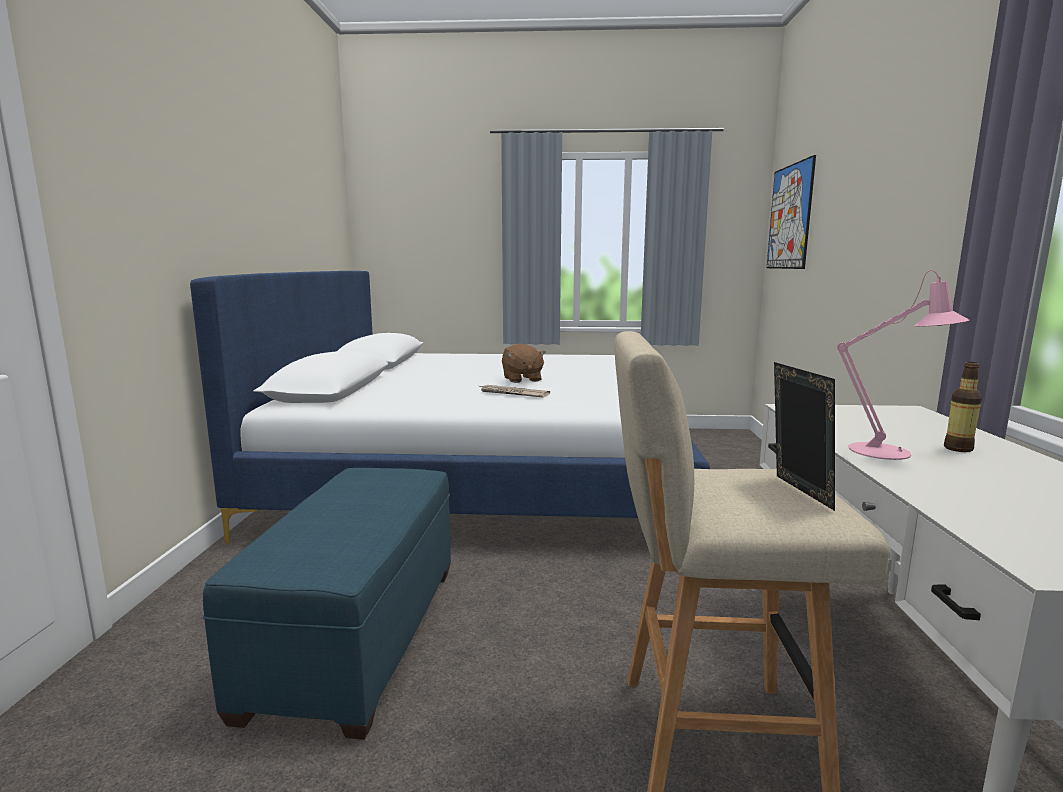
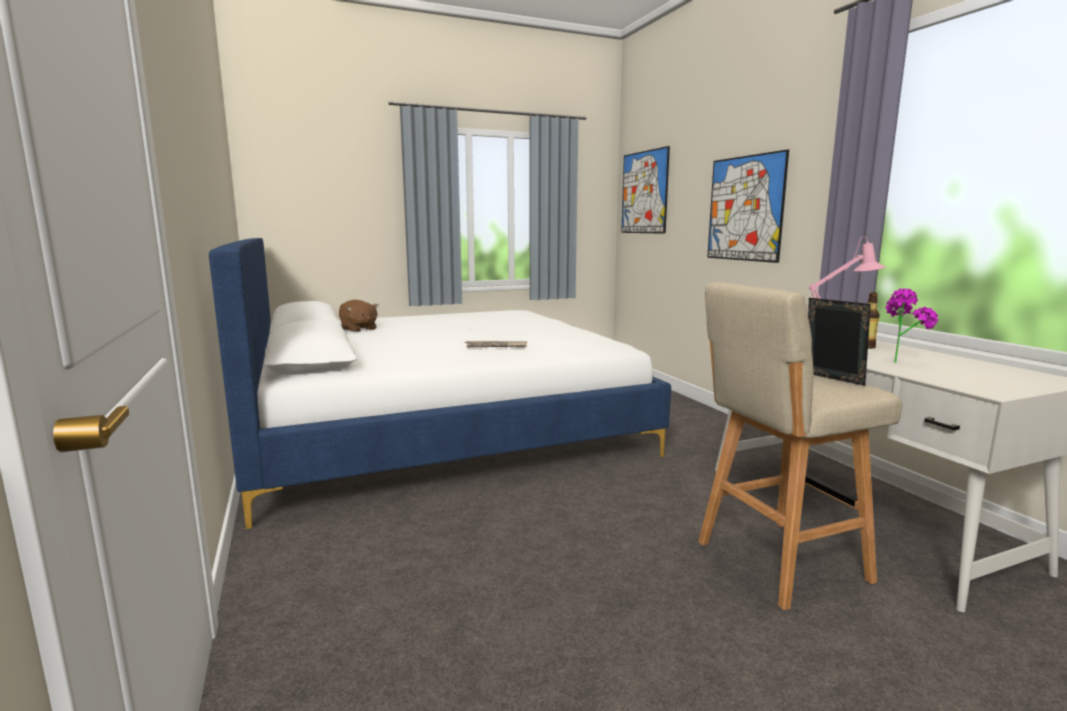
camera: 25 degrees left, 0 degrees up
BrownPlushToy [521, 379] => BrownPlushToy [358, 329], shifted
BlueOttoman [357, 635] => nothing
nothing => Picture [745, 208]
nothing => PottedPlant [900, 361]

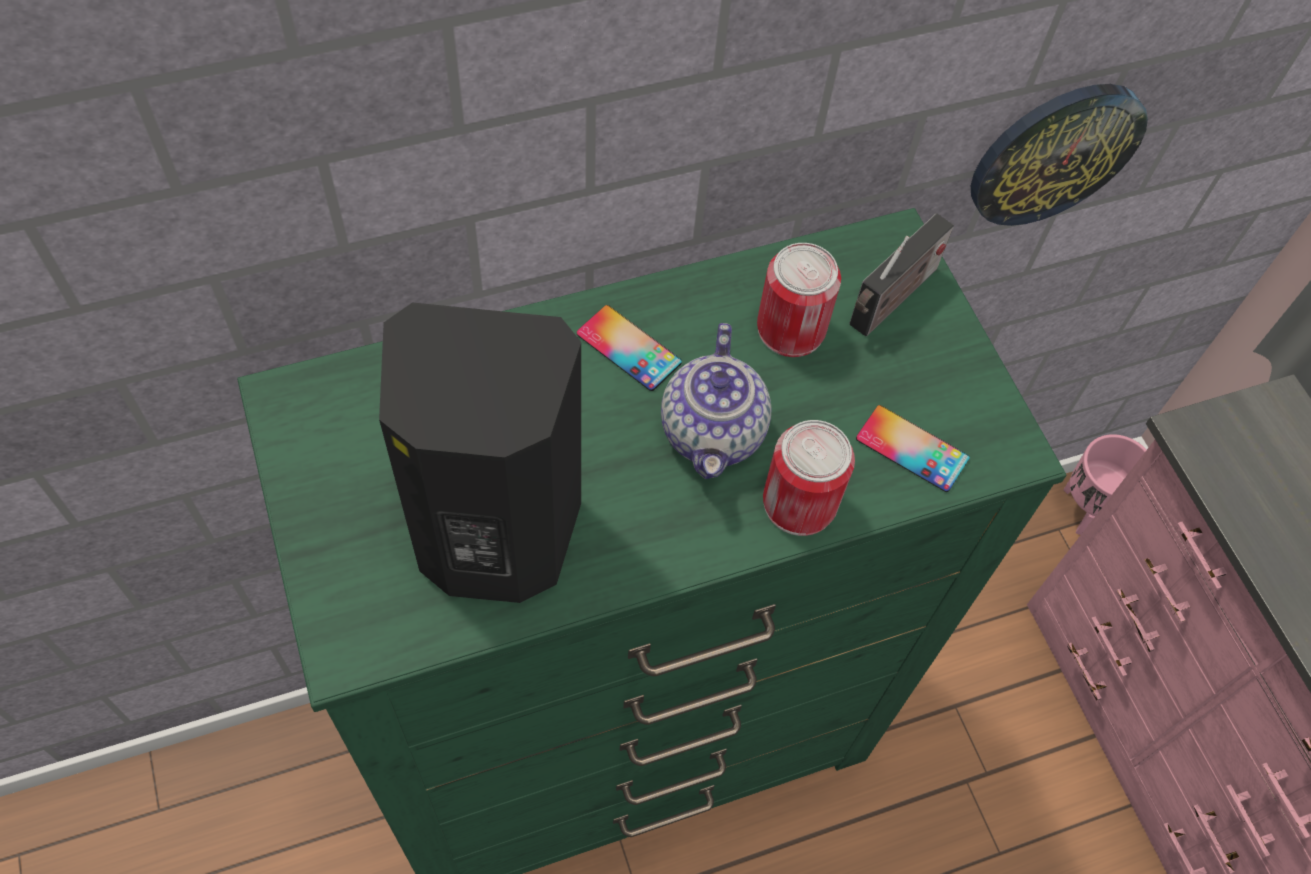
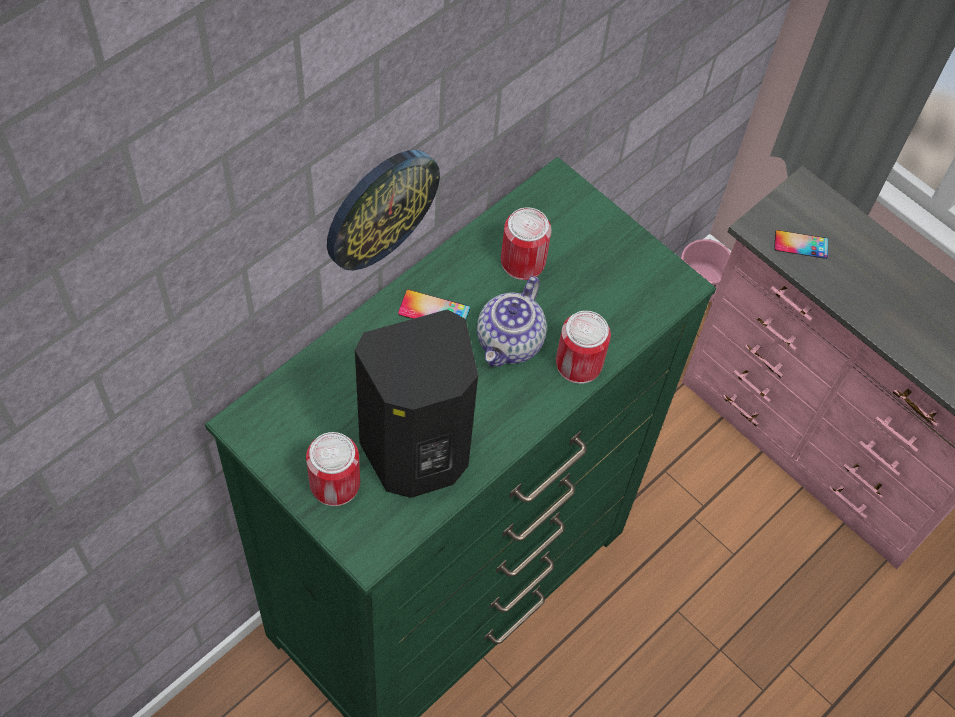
camera: 25 degrees left, 0 degrees up
WallClock [1054, 153] => WallClock [380, 207], shifted
Radio [891, 301] => nothing
Teapot [714, 433] => Teapot [510, 343], 45 degrees clockwise
Phone [912, 448] => Phone [801, 244], shifted
nothing => Can [335, 484]

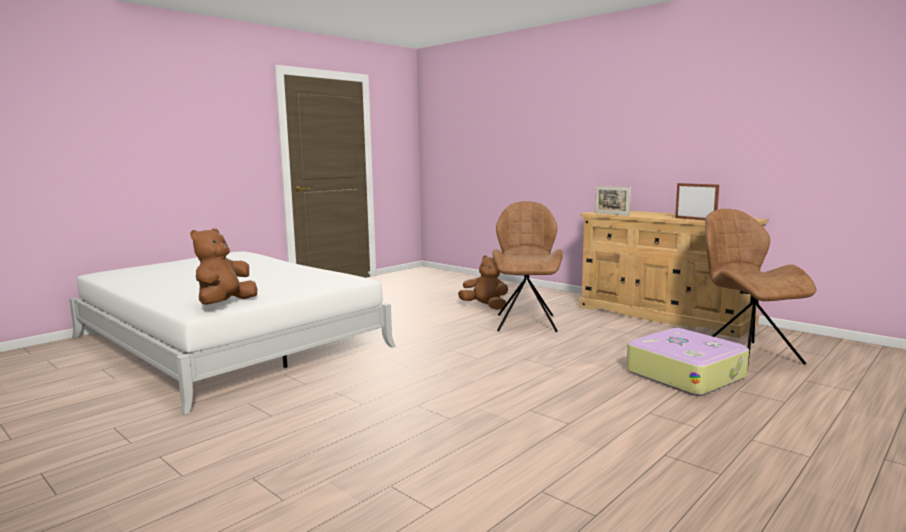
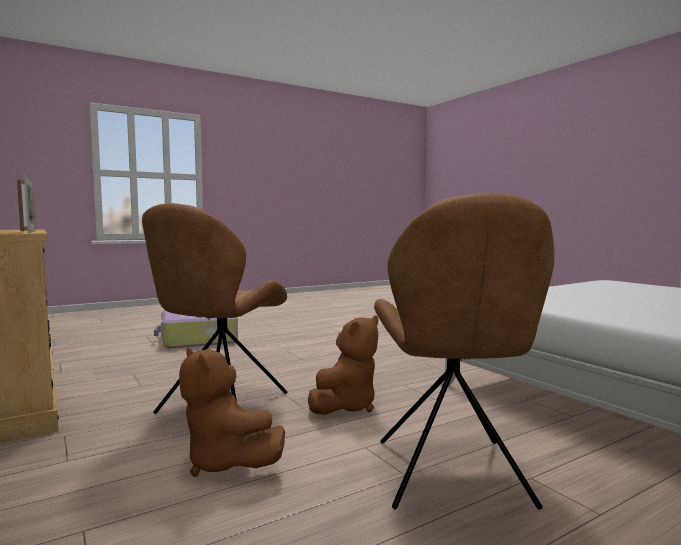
camera: 165 degrees left, 5 degrees down
BrownChair [746, 355] => BrownChair [452, 476], shifted
BrownPlushToy [225, 304] => BrownPlushToy [346, 406], shifted

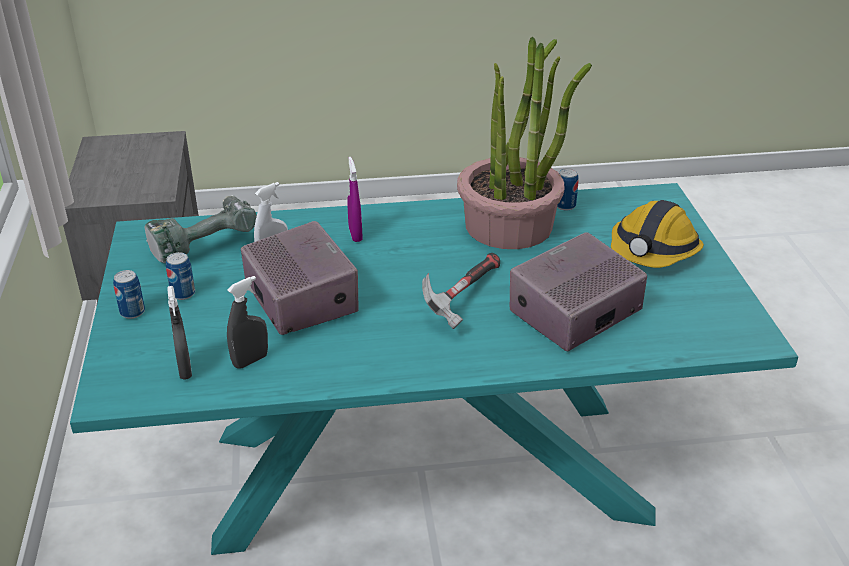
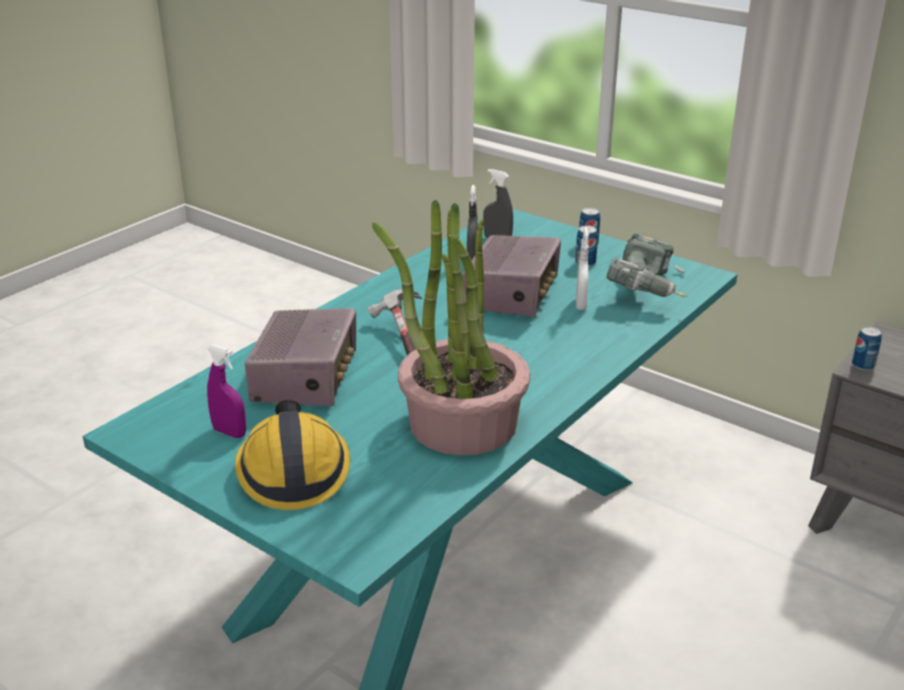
camera: 135 degrees right, 5 degrees down
PurpleSprayBottle [355, 234] => PurpleSprayBottle [229, 432], shifted
Can [565, 206] => Can [863, 365], shifted
Radio [301, 298] => Radio [512, 294], 90 degrees counterclockwise

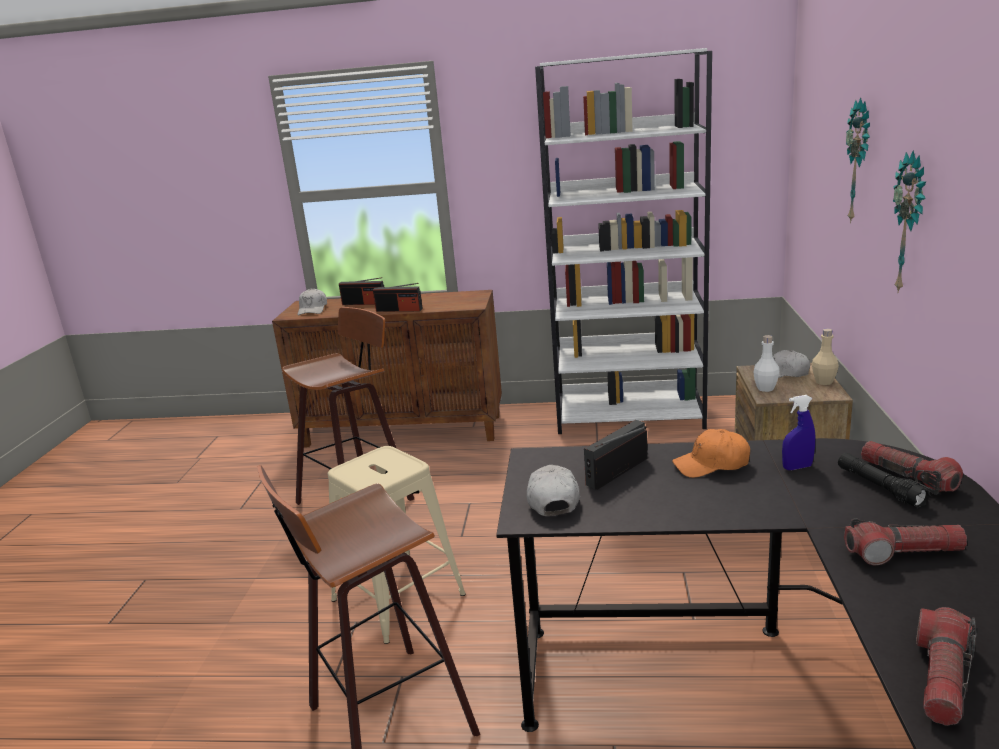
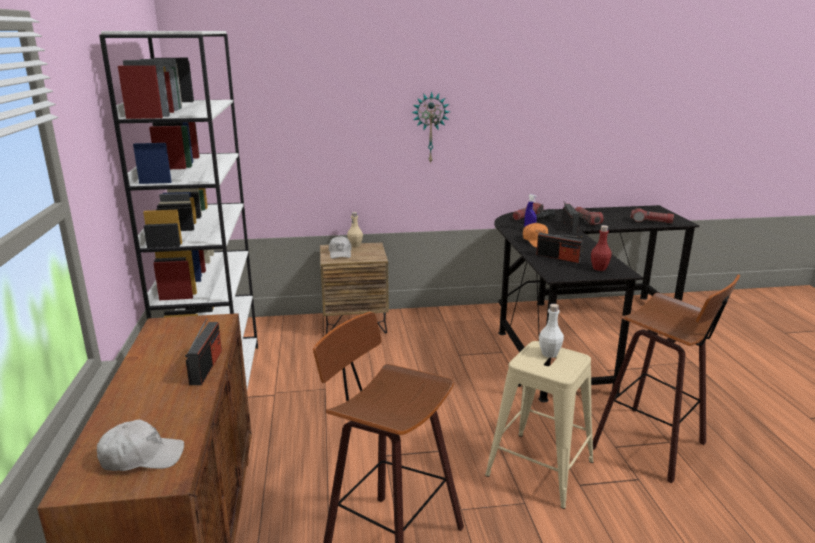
camera: 105 degrees left, 0 degrees up
WallClock [861, 161] => nothing
Radio [364, 303] => Radio [569, 227], shifted
WhiteBottle [765, 388] => WhiteBottle [549, 354], shifted
WhiteCap [552, 499] => RedBottle [599, 268]

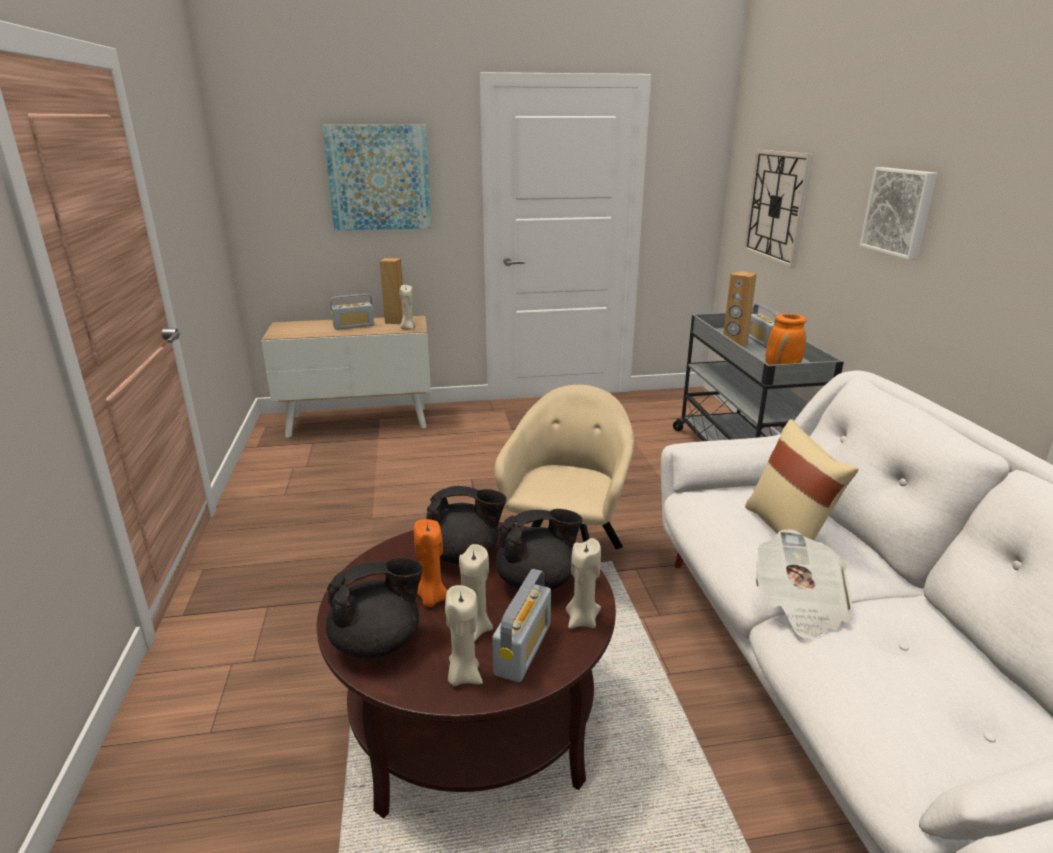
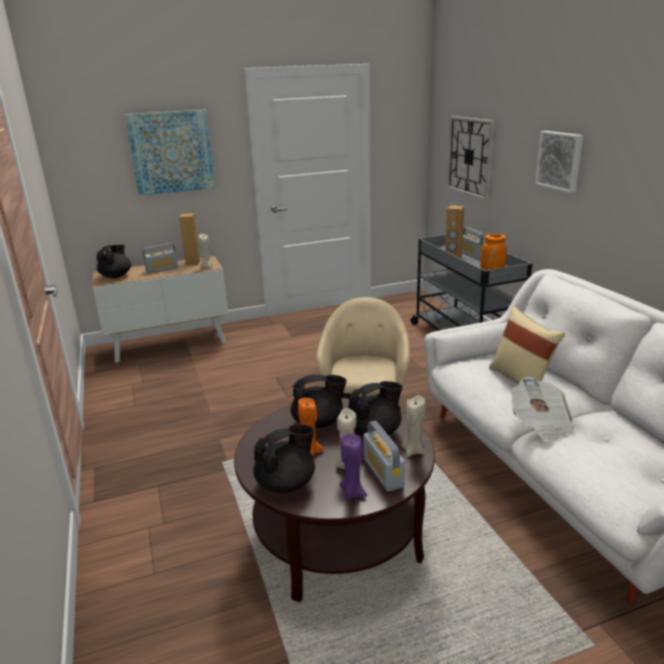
camera: 10 degrees left, 0 degrees up
Radio [523, 649] => Radio [383, 472], 150 degrees clockwise
BeigeCandle [463, 675] => PurpleCandle [352, 493]
nothing => BlackTeapot [116, 276]

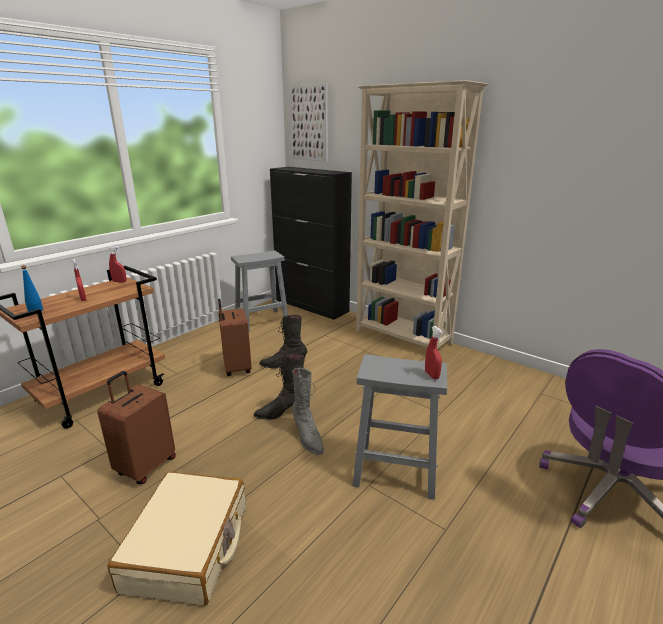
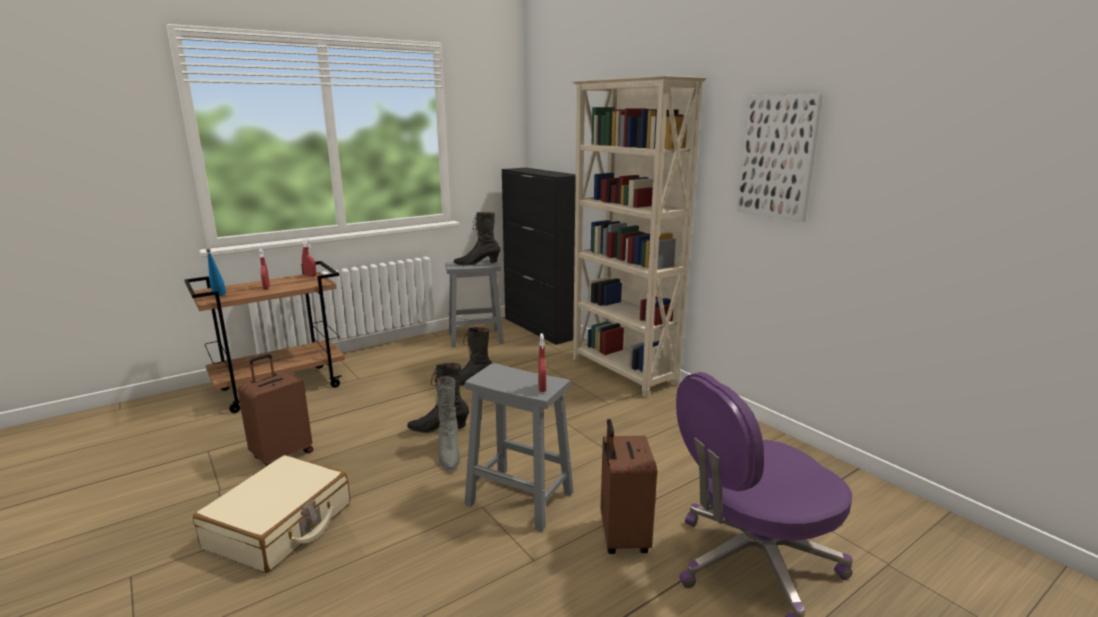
camera: 15 degrees right, 5 degrees down
Picture [310, 123] => Picture [777, 157], shifted
BrownSuitcase [236, 368] => BrownSuitcase [622, 537], shifted
nothing => BlackBoot [477, 264]

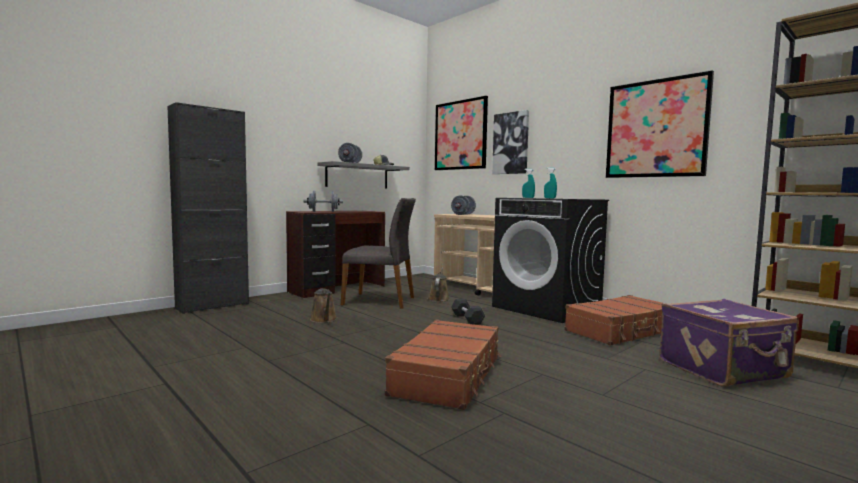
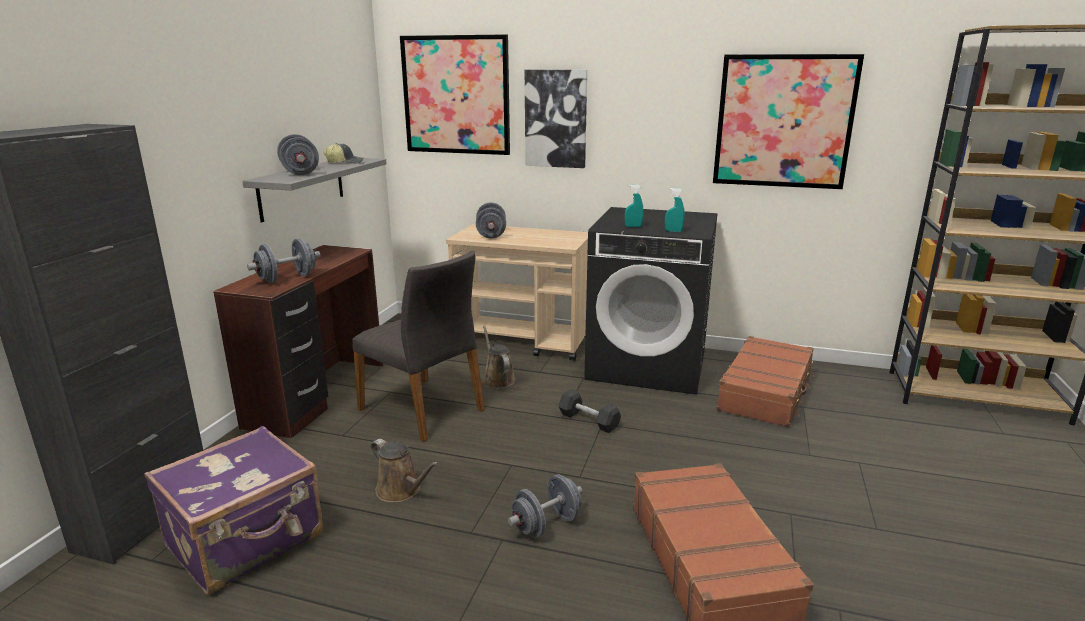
camera: 30 degrees left, 15 degrees up
GreyChair [380, 301] => GreyChair [424, 409], 60 degrees clockwise
PurpleSuitcase [724, 370] => PurpleSuitcase [247, 541], shifted
nothing => GreyDumbbell [546, 524]

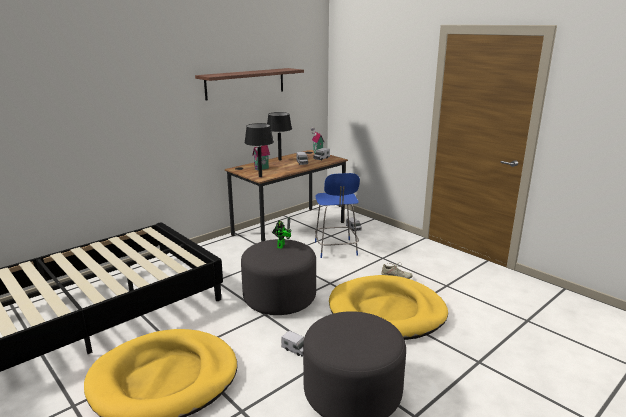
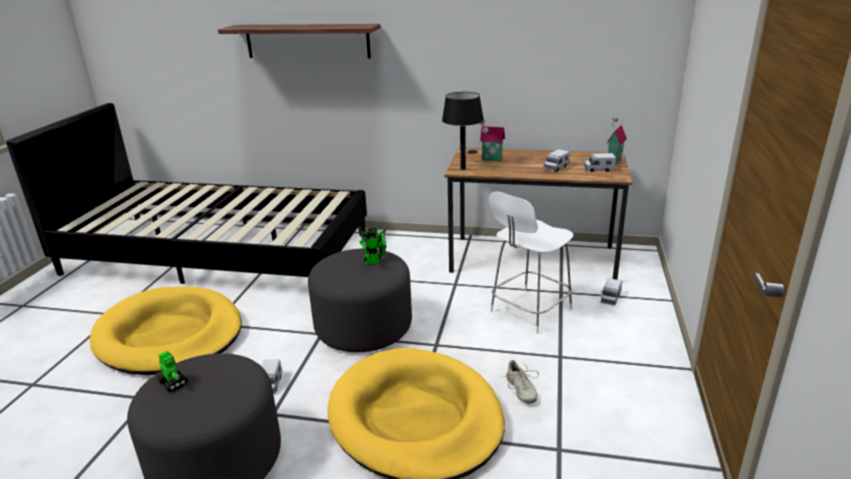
camera: 55 degrees right, 5 degrees up
Shelf [245, 83] => Shelf [307, 41], shifted
BlackTableLamp [280, 160] => nothing
BlueChair [336, 249] => WhiteChair [529, 311]
nothing => ToyRobot [173, 382]

